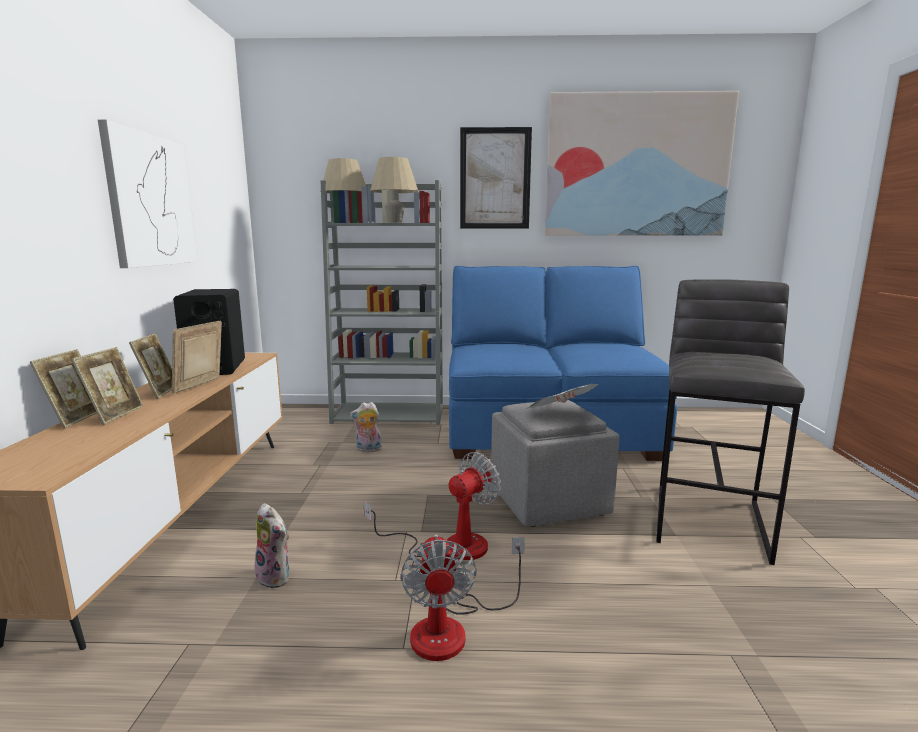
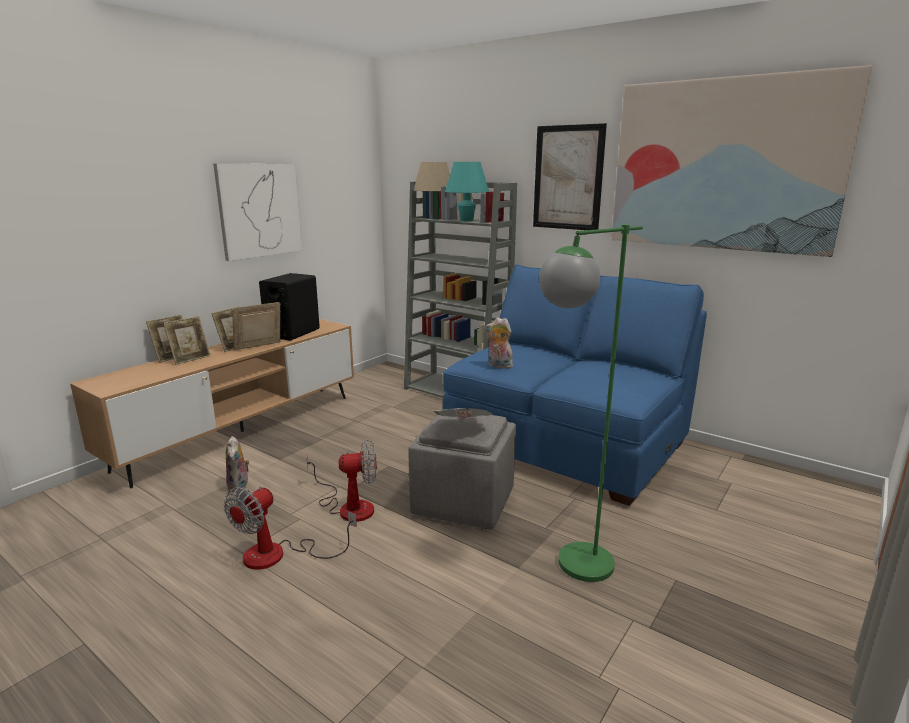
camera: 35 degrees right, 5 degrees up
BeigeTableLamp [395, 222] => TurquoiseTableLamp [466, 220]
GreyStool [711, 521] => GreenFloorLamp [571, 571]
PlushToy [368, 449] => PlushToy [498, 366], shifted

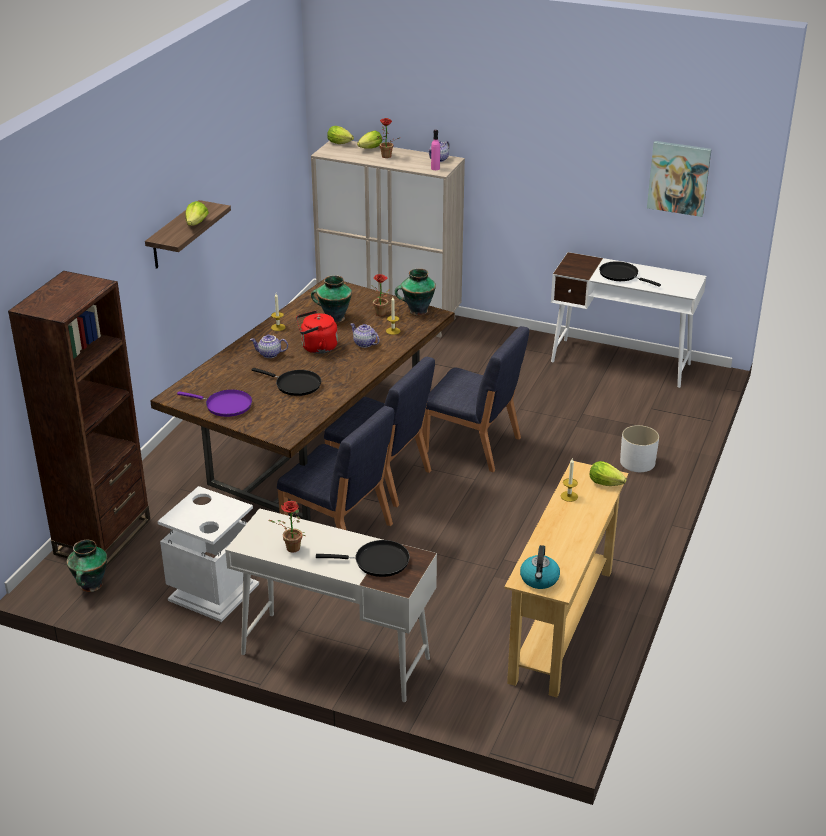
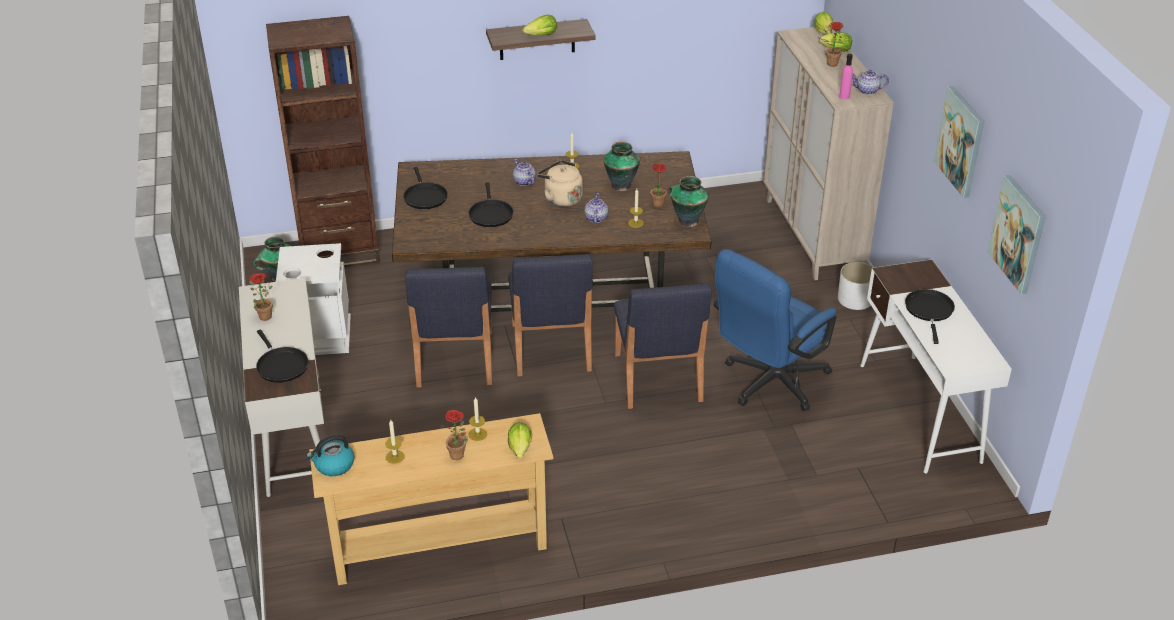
camera: 55 degrees right, 5 degrees up
RedKettle [317, 348] => BeigeKettle [561, 198]
PurpleFryingPan [225, 405] => BlackFryingPan [424, 197]
WhitePlanter [637, 462] => WhitePlanter [855, 299], shifted
nothing => Picture [961, 141]
nothing => BlueOfficeChair [768, 384]
nothing => PottedPlant [459, 456]
nothing => Candle [395, 457]

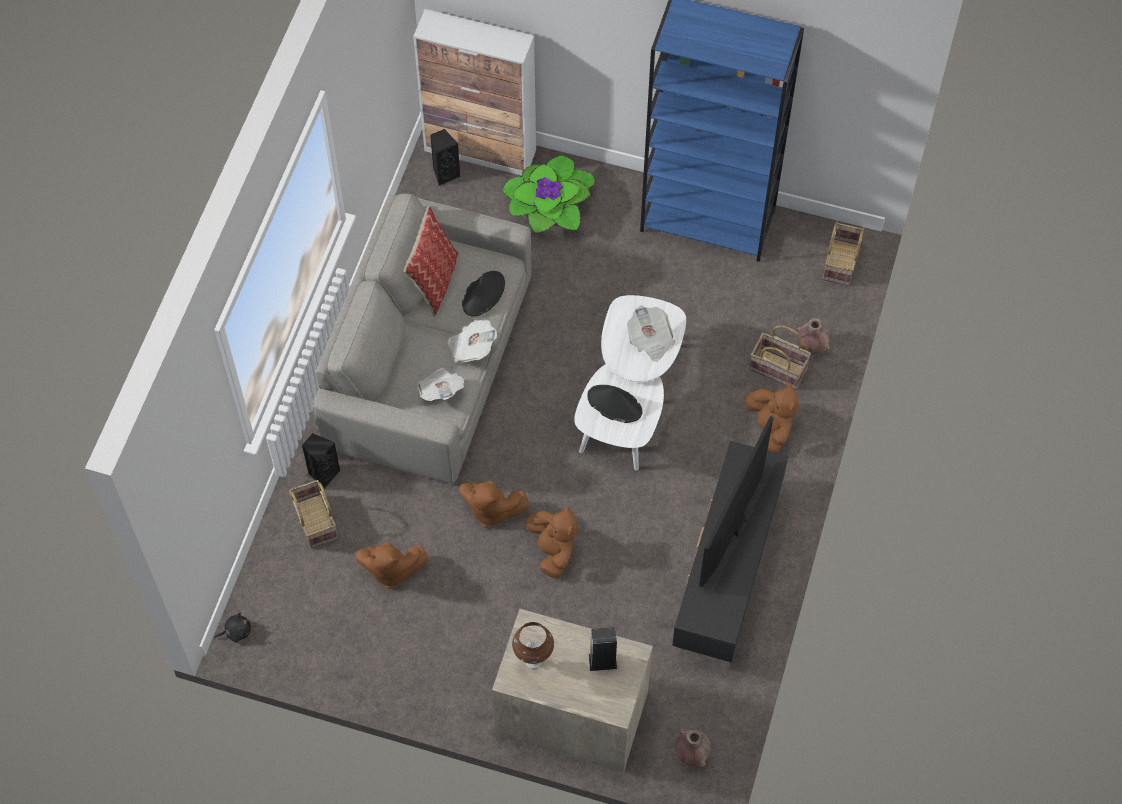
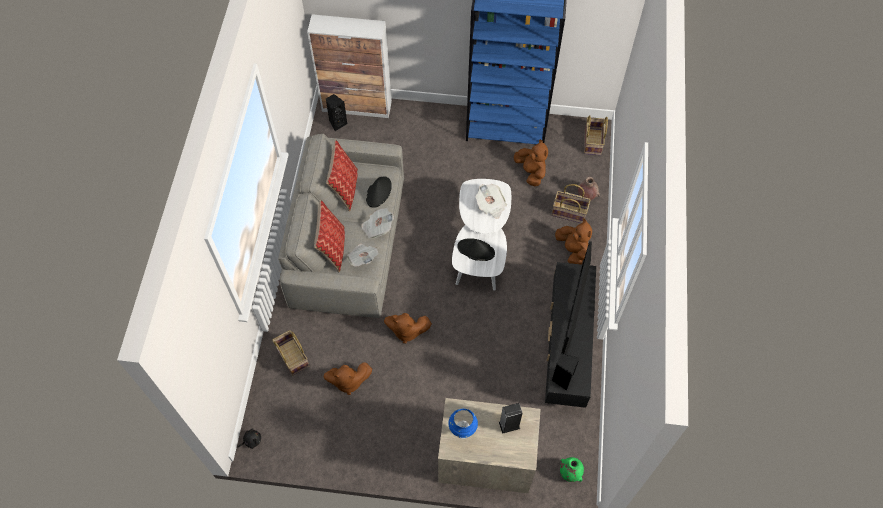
camera: 10 degrees left, 0 degrees up
PottedPlant [550, 208] => nothing
BlackSpeaker [323, 474] => BlackSpeaker [562, 379], shifted
BrownPlushToy [553, 550] => BrownPlushToy [531, 172], shifted
BrownTableLamp [533, 661] => BlueTableLamp [462, 433]
BrownVase [691, 754] => GreenVase [569, 473]
nothing => Pillow [333, 248]

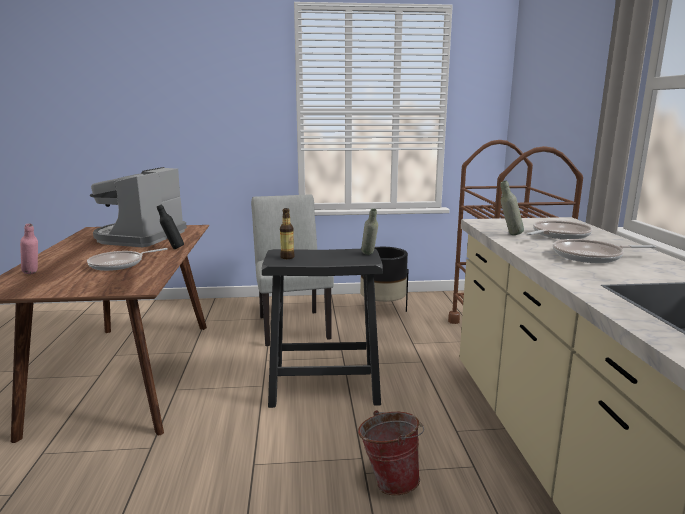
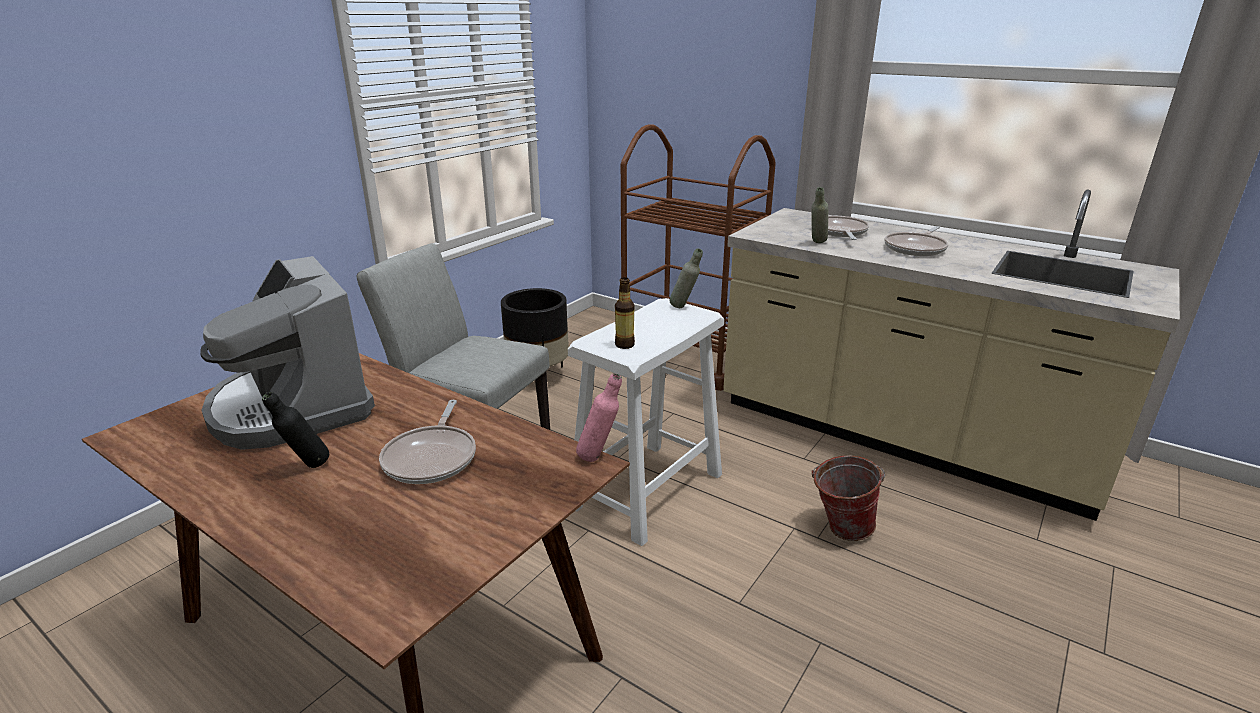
camera: 50 degrees left, 10 degrees up
BlackBottle [172, 248] => BlackBottle [307, 468], shifted
PinkBottle [33, 274] => PinkBottle [599, 457], shifted
BlackStool [325, 387] => WhiteStool [648, 490]

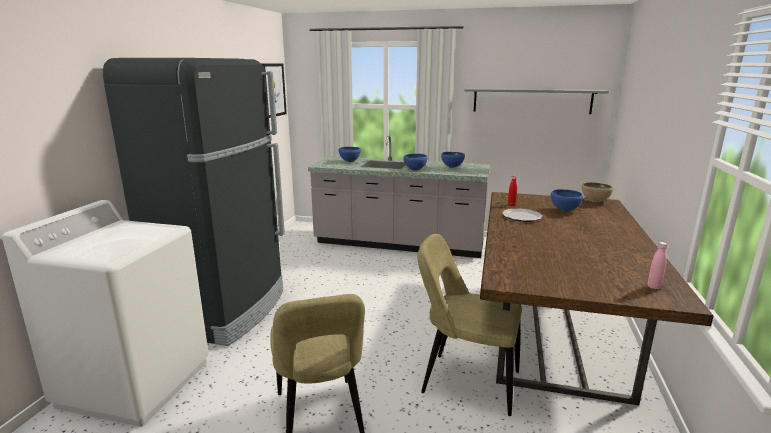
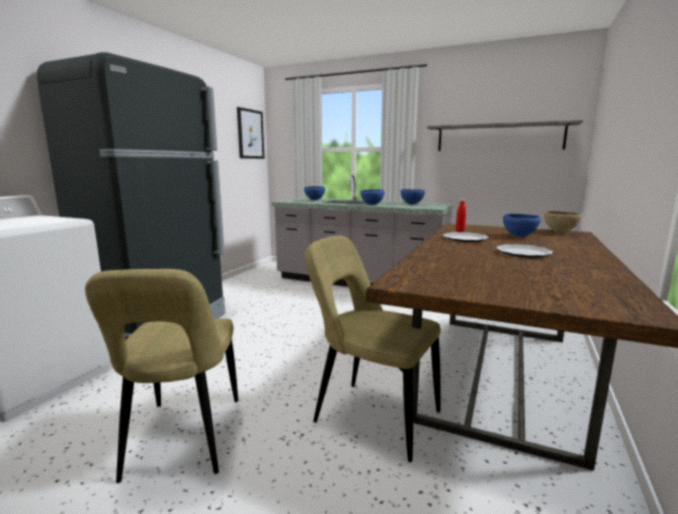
camera: 10 degrees right, 5 degrees down
PinkBottle [654, 287] => nothing
nothing => Plate [523, 253]

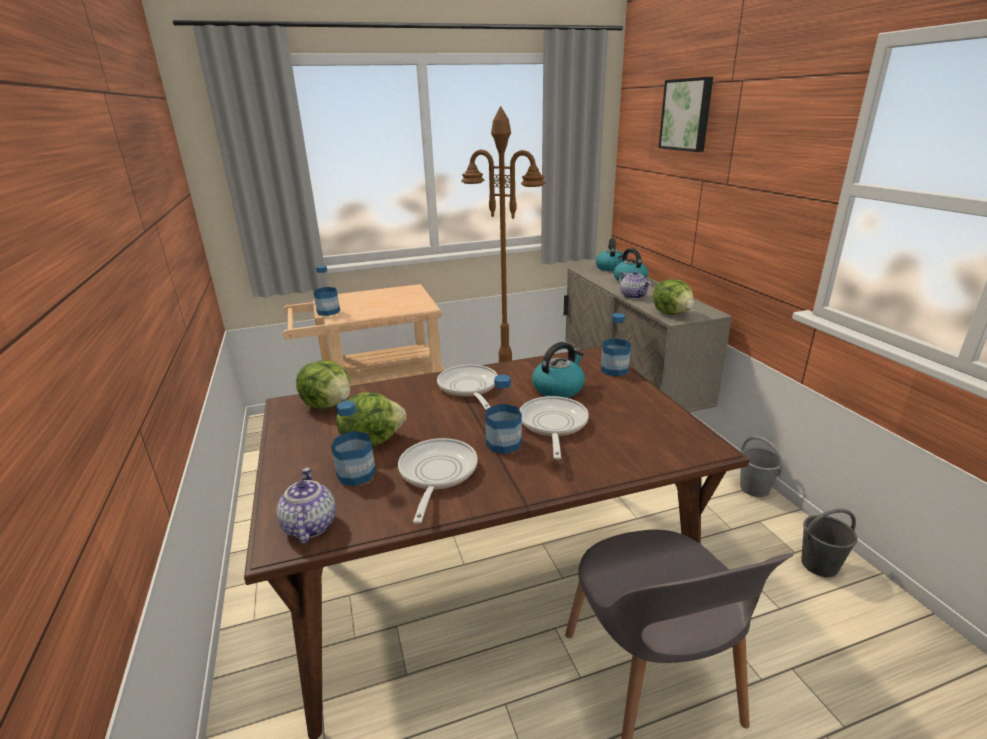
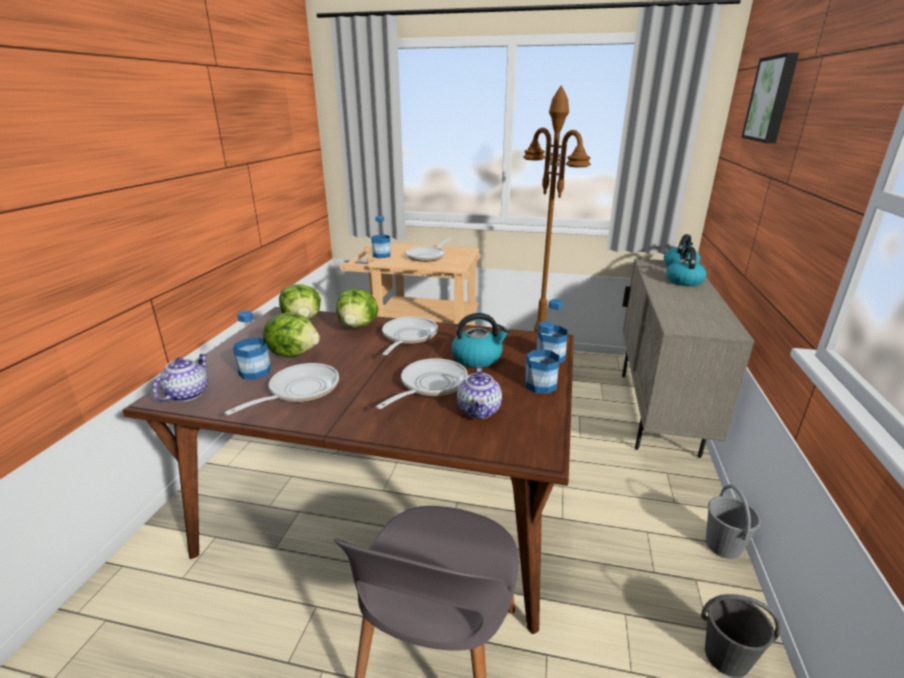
camera: 30 degrees right, 0 degrees up
Teapot [633, 296] => Teapot [479, 411], shifted
Lettuce [672, 313] => Lettuce [358, 326], shifted
Bottle [503, 443] => Bottle [540, 385], shifted
nothing => FryingPan [428, 256]

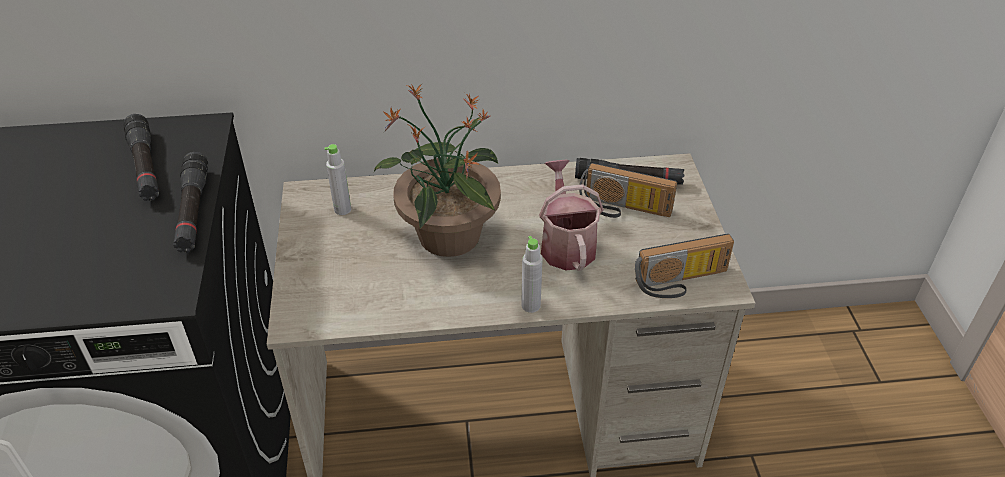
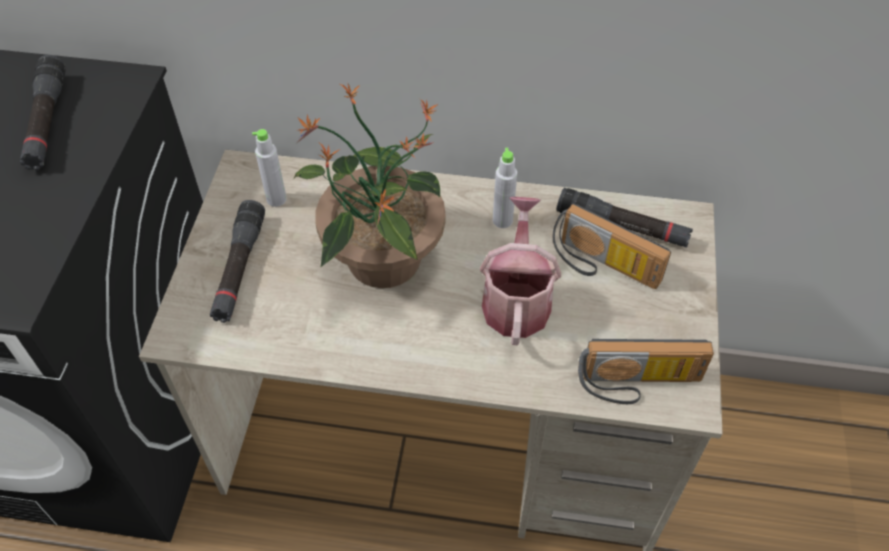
camera: 15 degrees right, 10 degrees up
BlackFlashlight [193, 211] => BlackFlashlight [239, 268], shifted
GreyBottle [531, 305] => GreyBottle [502, 220], shifted

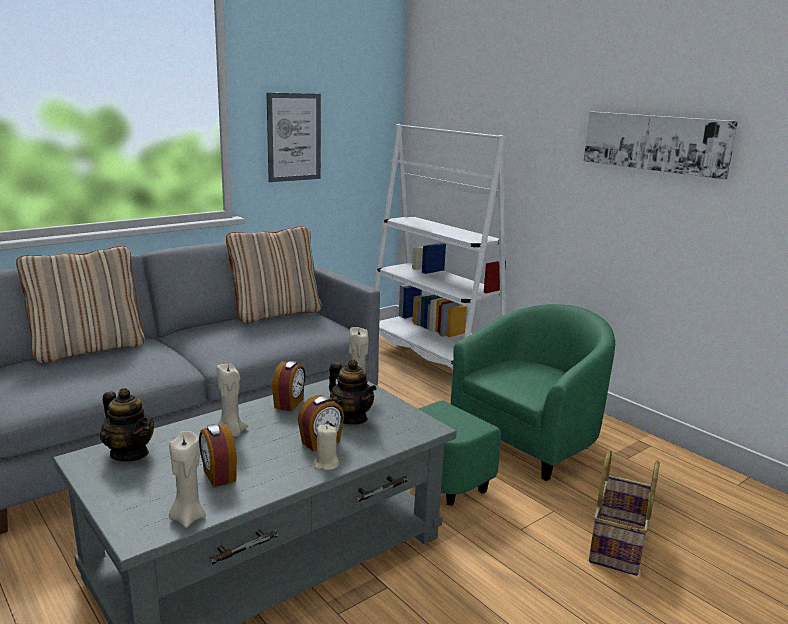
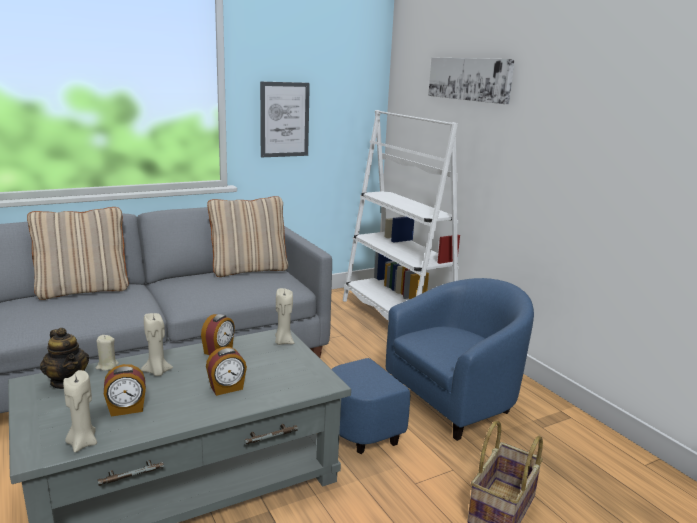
camera: 10 degrees right, 0 degrees up
Picture [655, 142] => Picture [469, 79], shifted
GreenArmchair [511, 452] => BlueArmchair [434, 410]
Teapot [351, 418] => nothing
AlarmClock [218, 476] => AlarmClock [126, 409], 90 degrees counterclockwise
BeigeCandle [326, 464] => BeigeCandle [107, 366], shifted

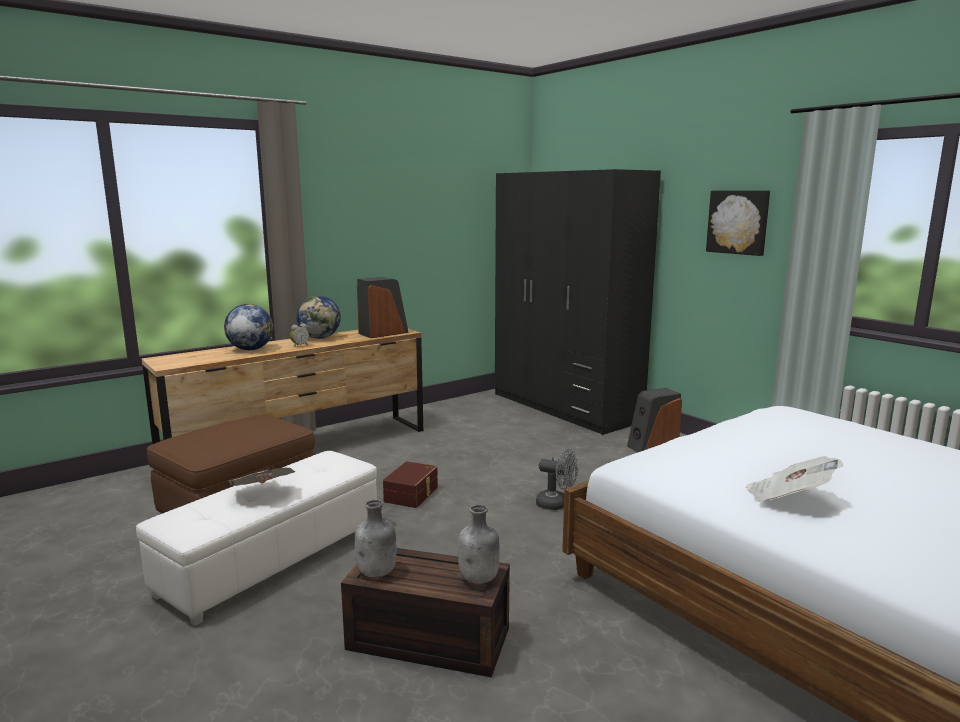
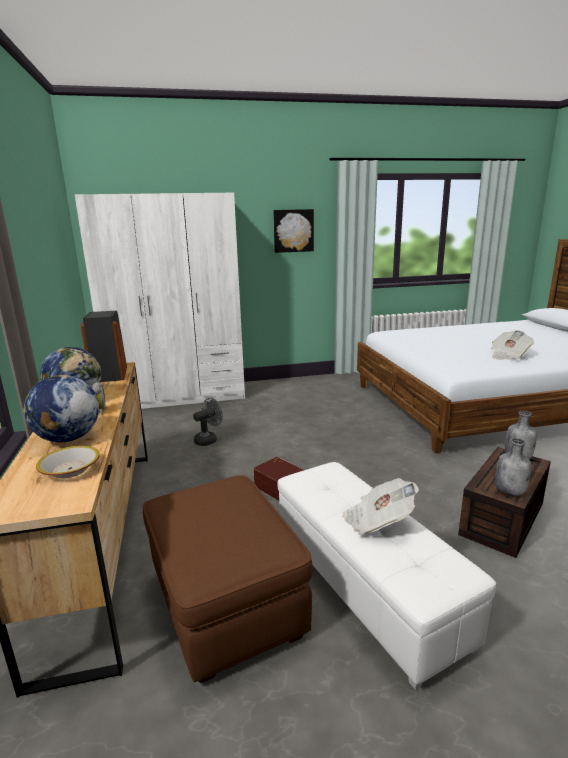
camera: 65 degrees left, 5 degrees up
BlackWardrobe [565, 407] => WhiteWardrobe [179, 396]
Speaker [652, 446] => nothing
GreyFan [557, 504] => GreyFan [208, 439], shifted
nothing => Bowl [70, 469]

